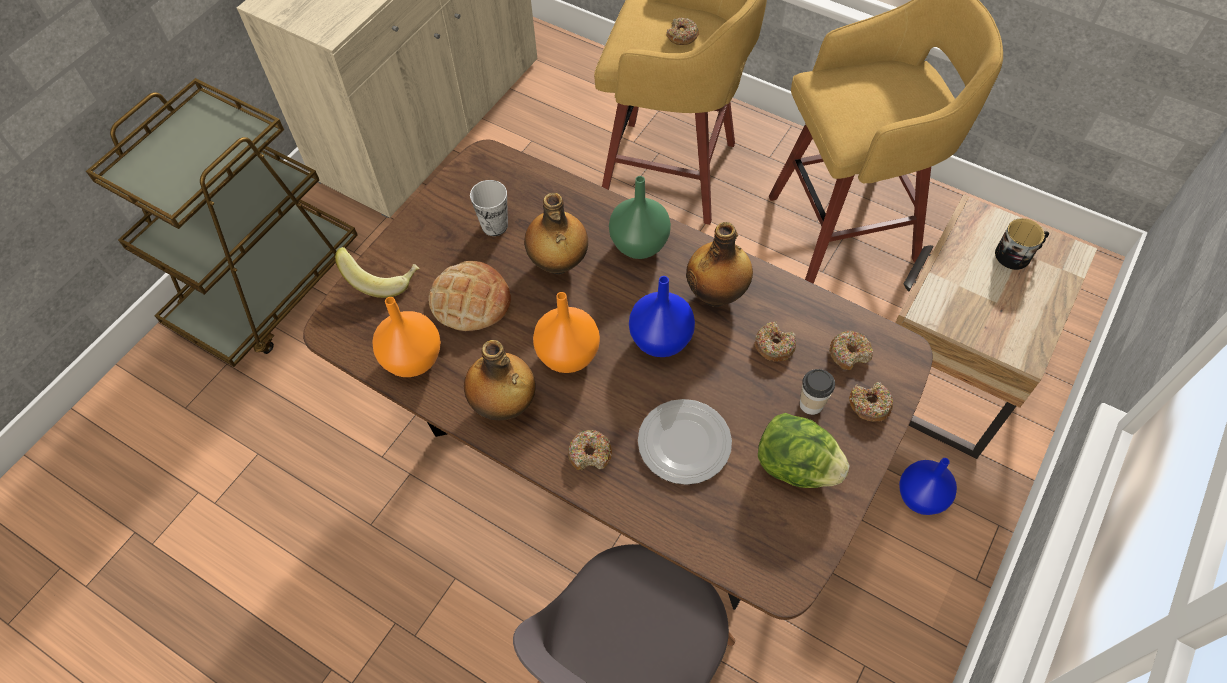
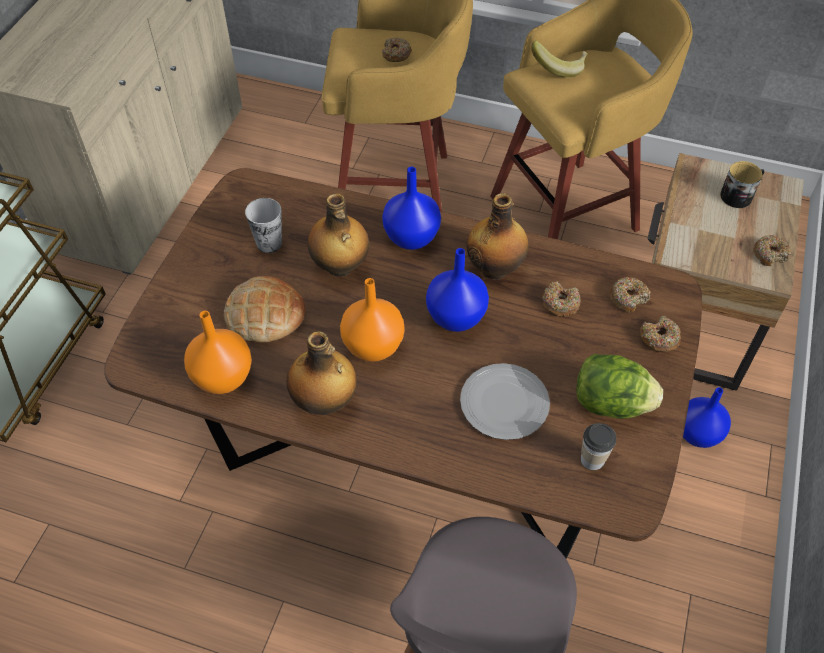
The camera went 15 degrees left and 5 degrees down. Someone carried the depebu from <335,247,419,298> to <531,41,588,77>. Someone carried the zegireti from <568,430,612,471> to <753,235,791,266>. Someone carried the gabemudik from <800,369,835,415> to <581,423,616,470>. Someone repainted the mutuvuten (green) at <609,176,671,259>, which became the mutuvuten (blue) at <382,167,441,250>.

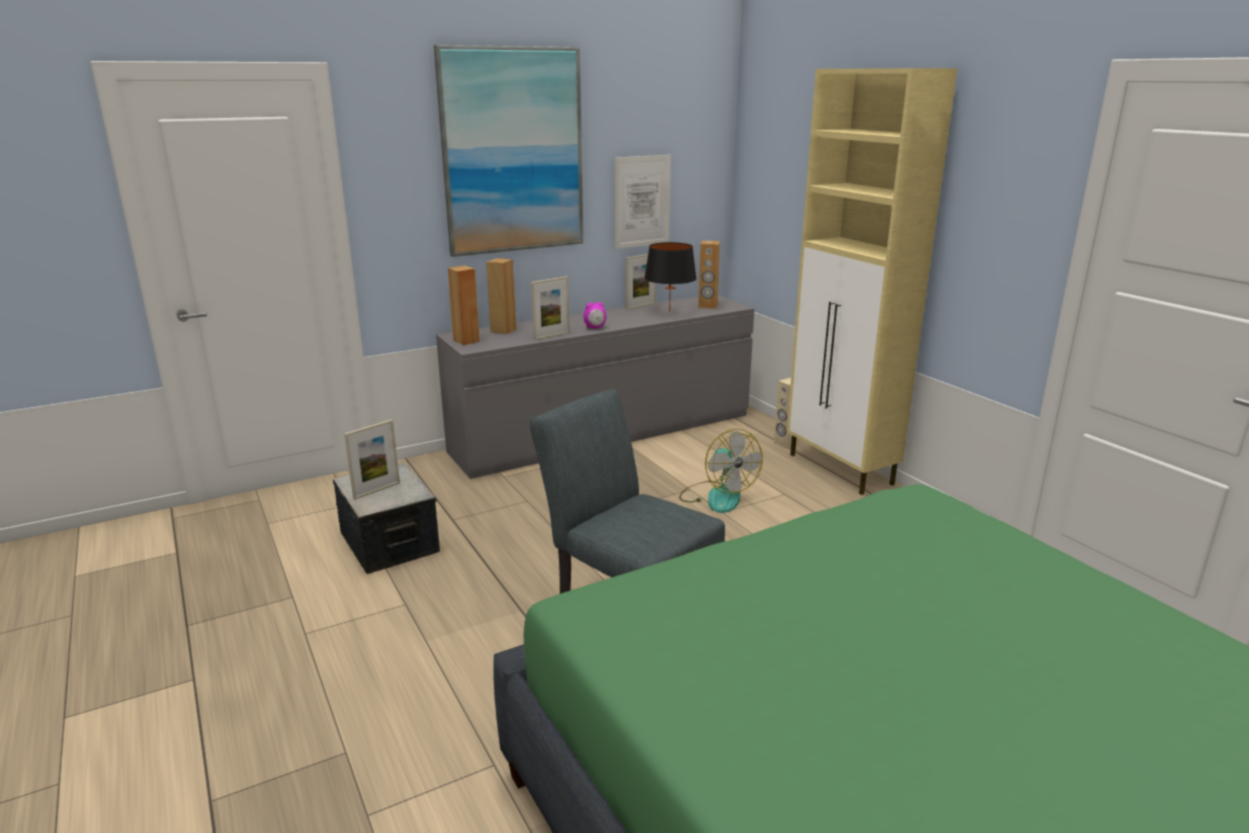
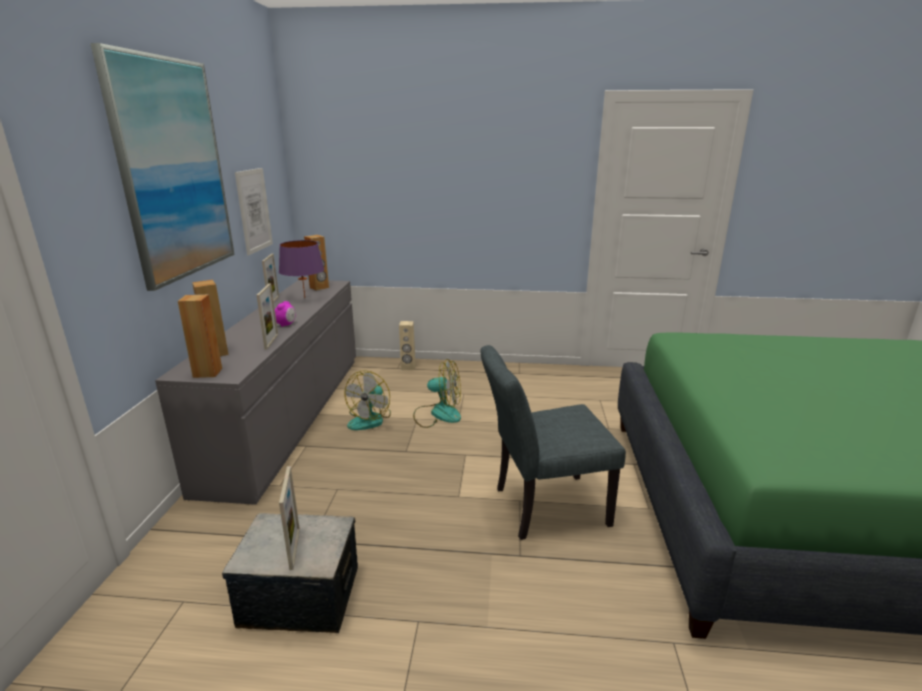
The camera went 55 degrees left and 0 degrees up. Someone took away the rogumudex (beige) at <787,68,957,495>. Someone put down the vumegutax at <344,370,391,430>. Someone repainted the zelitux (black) at <644,242,697,312>, which became the zelitux (purple) at <279,240,324,297>.

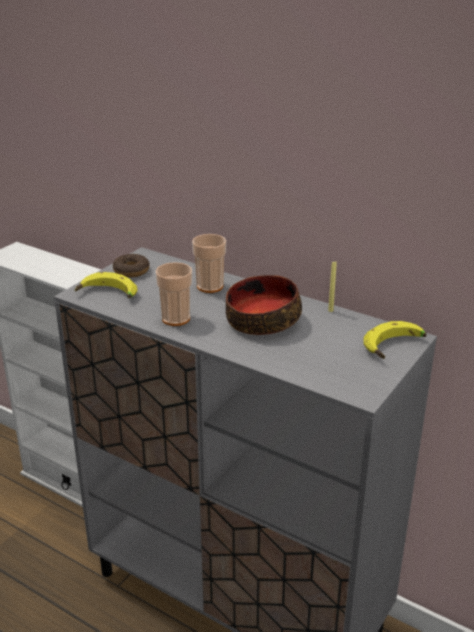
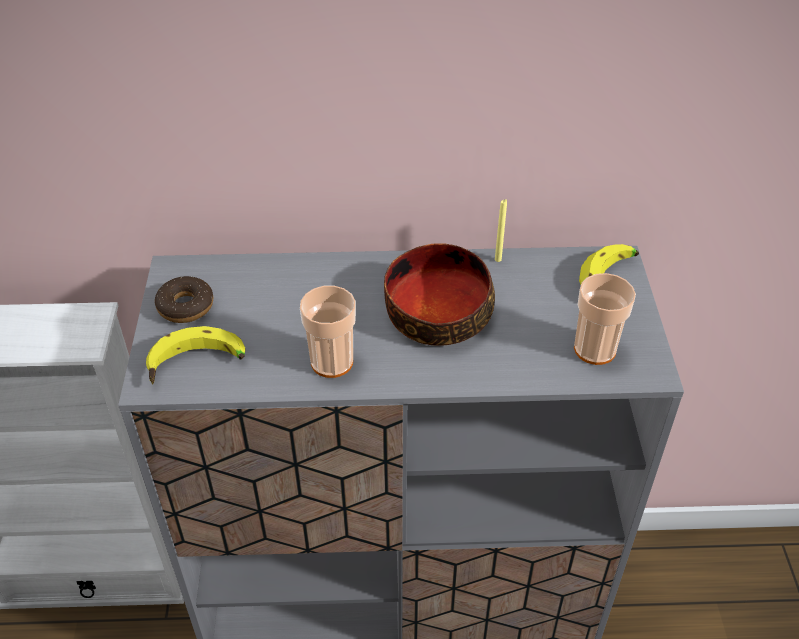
The camera went 35 degrees left and 15 degrees up. Someone carried the gabemudik from <192,234,226,293> to <574,273,636,365>.

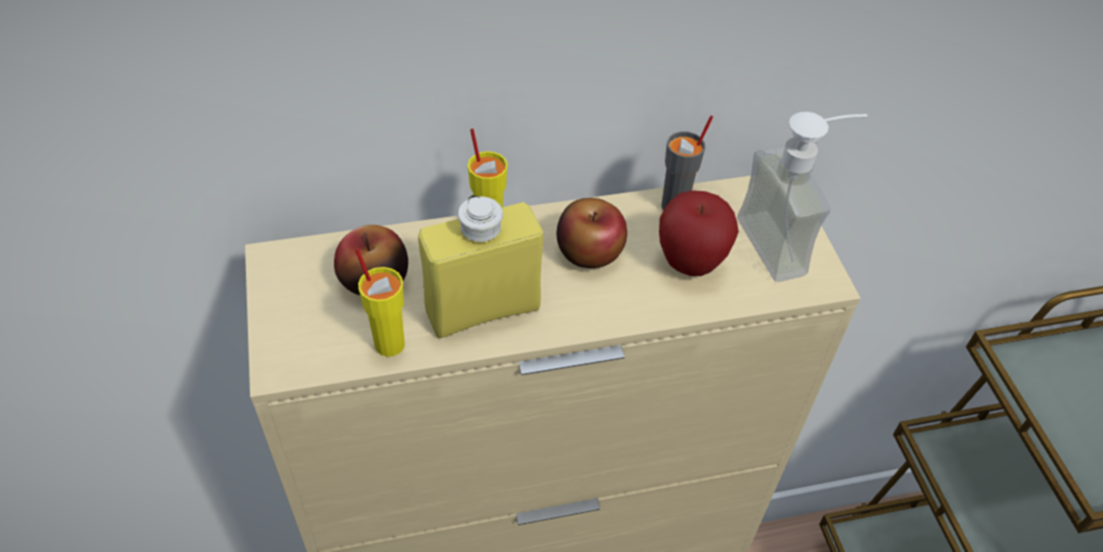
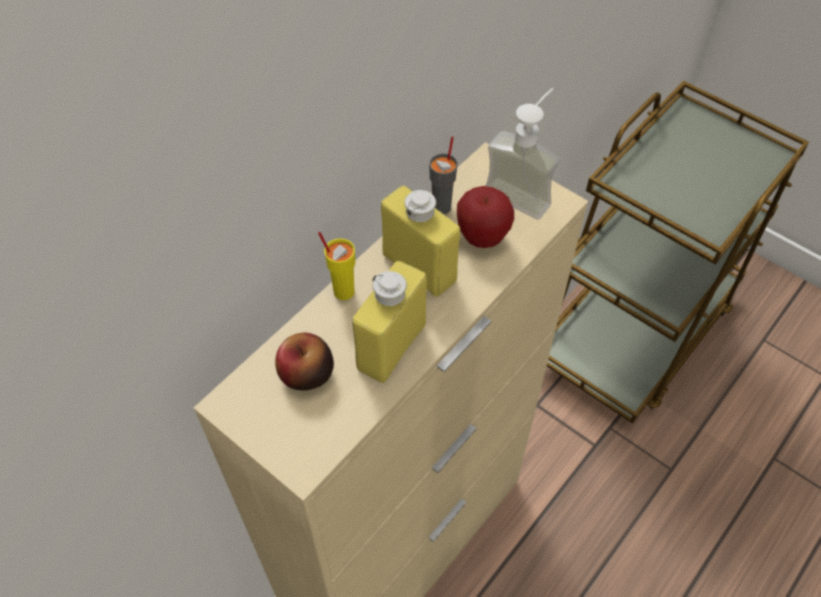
The camera went 35 degrees left and 5 degrees up. Someone took away the gabemudik (yellow) at <355,248,405,357>. Someone swapped the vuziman at <556,198,627,268> for the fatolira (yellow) at <381,186,460,297>.

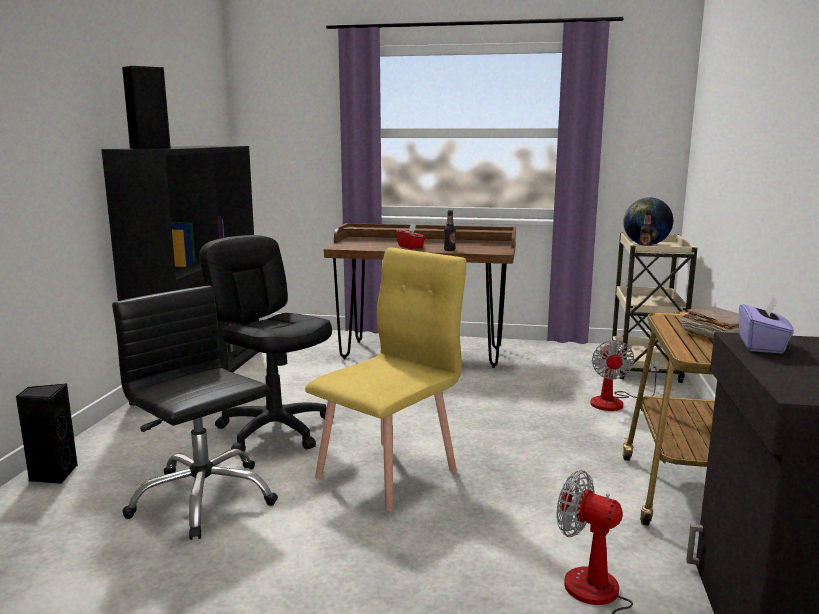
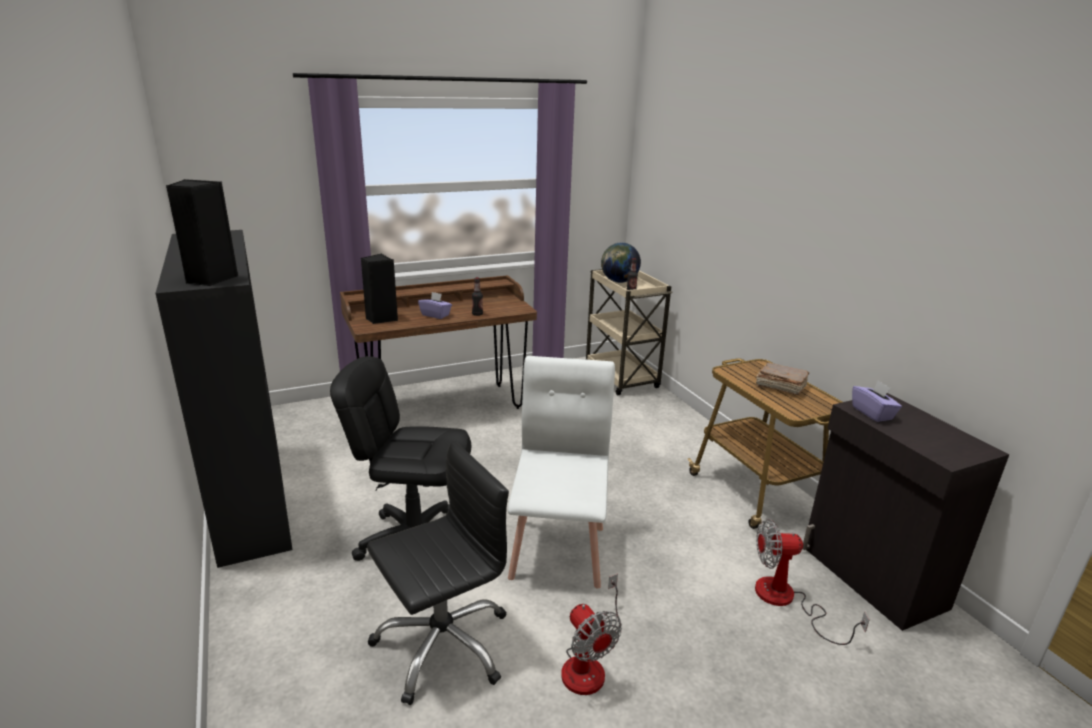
The camera went 35 degrees left and 10 degrees up. Someone carried the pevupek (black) from <15,384,78,484> to <361,254,398,324>. Someone carried the vumegutax from <590,340,660,411> to <561,574,622,695>. Someone repainted the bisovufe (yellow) at <305,247,467,511>, which became the bisovufe (white) at <508,356,615,589>. Someone repainted the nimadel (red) at <396,224,426,249>, which became the nimadel (purple) at <418,292,452,319>. Someone rotated the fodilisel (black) at <112,286,278,540> by 135 degrees clockwise.

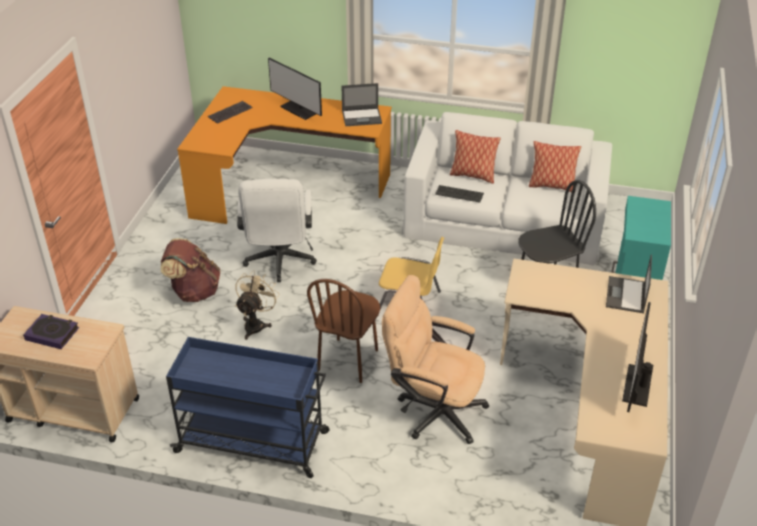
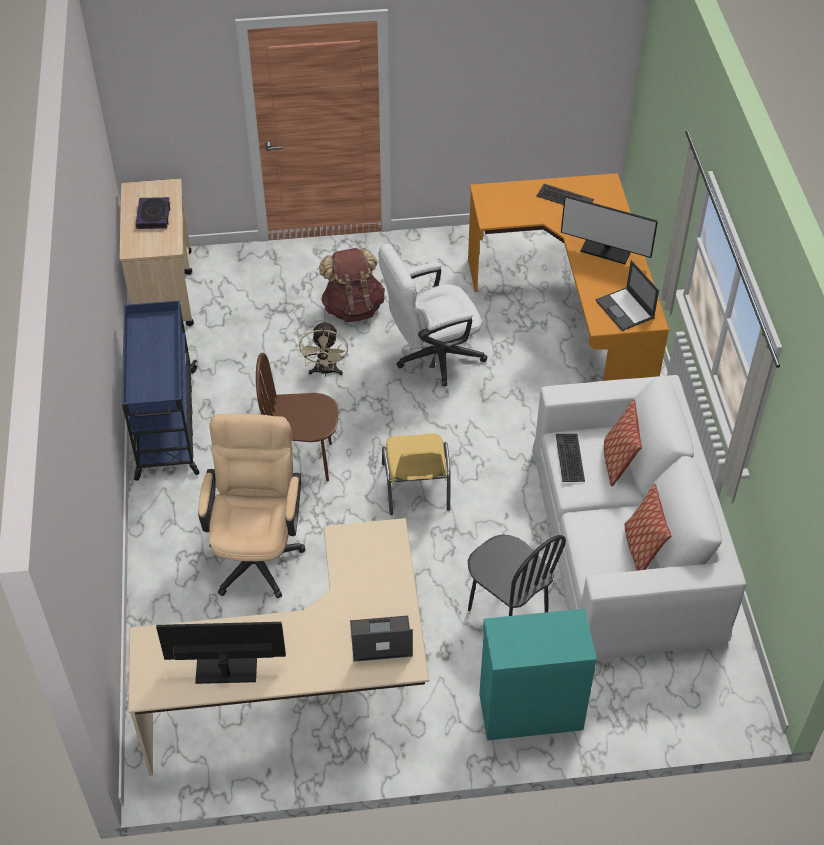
The camera went 70 degrees right and 10 degrees up. Someone rotated the vumegutax (beige) at <235,270,280,340> by 90 degrees clockwise. Someone rotated the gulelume at <268,58,322,120> by 90 degrees counterclockwise.

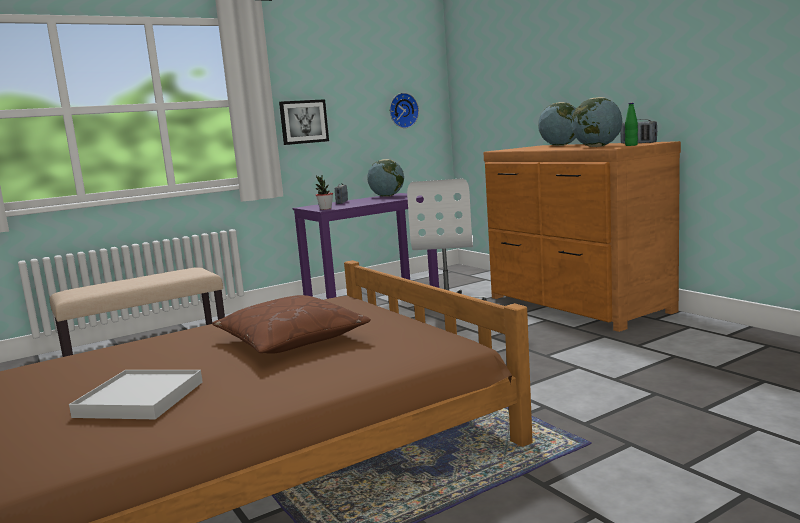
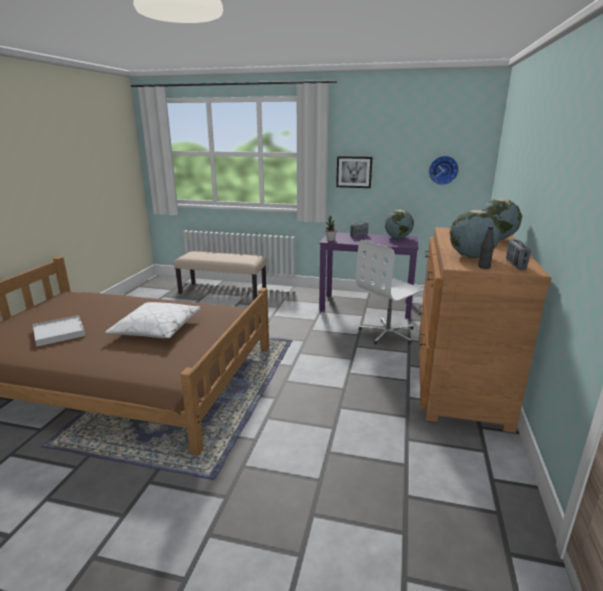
The camera went 45 degrees right and 10 degrees up. Someone repainted the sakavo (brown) at <212,295,371,354>, which became the sakavo (white) at <105,302,202,338>. Someone repainted the fatolira (green) at <625,103,638,146>, which became the fatolira (black) at <478,226,494,269>.

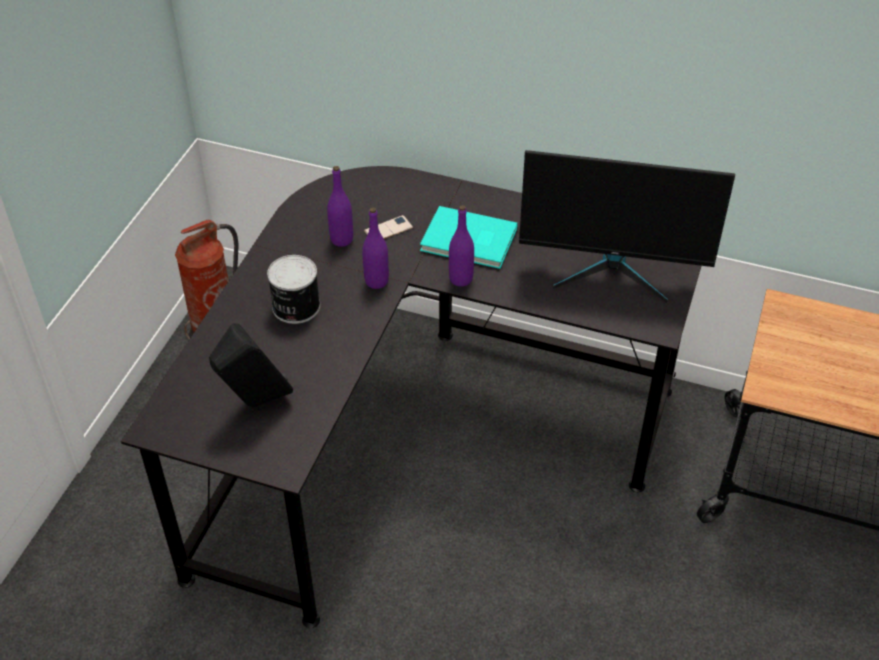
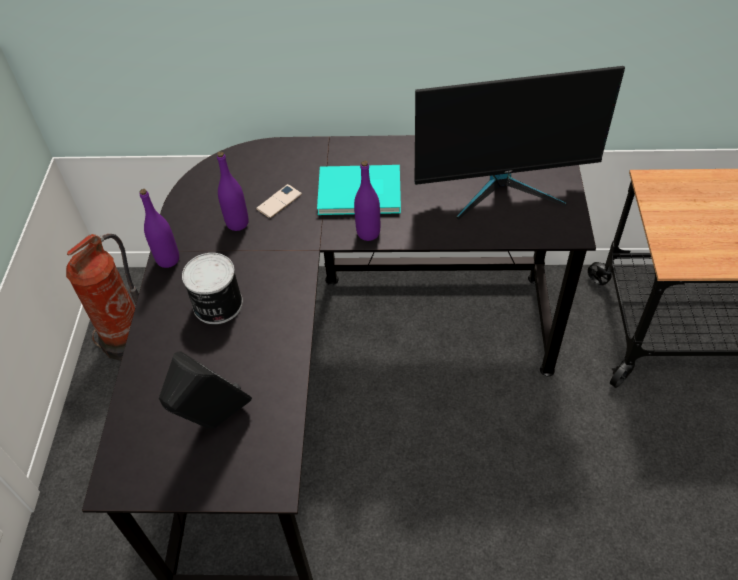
The camera went 15 degrees left and 5 degrees up. Someone carried the fatolira (purple) from <362,207,389,289> to <140,189,179,268>.

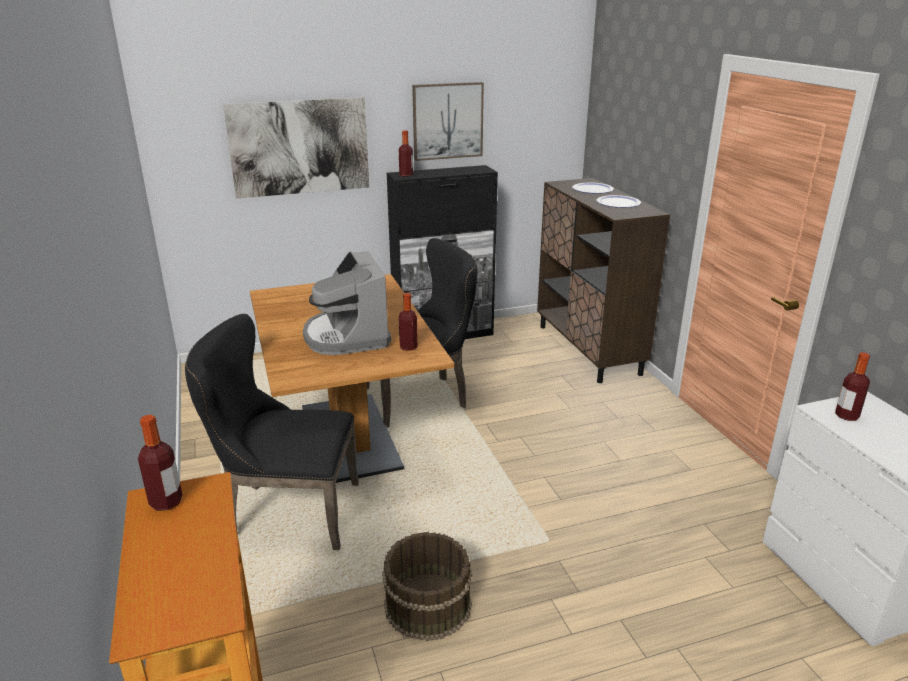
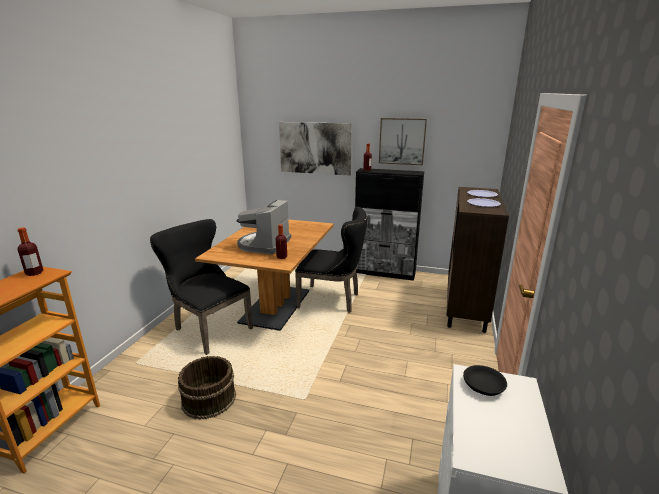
The camera went 35 degrees right and 5 degrees down. Someone swapped the fatolira at <835,352,870,421> for the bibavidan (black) at <463,365,507,396>.

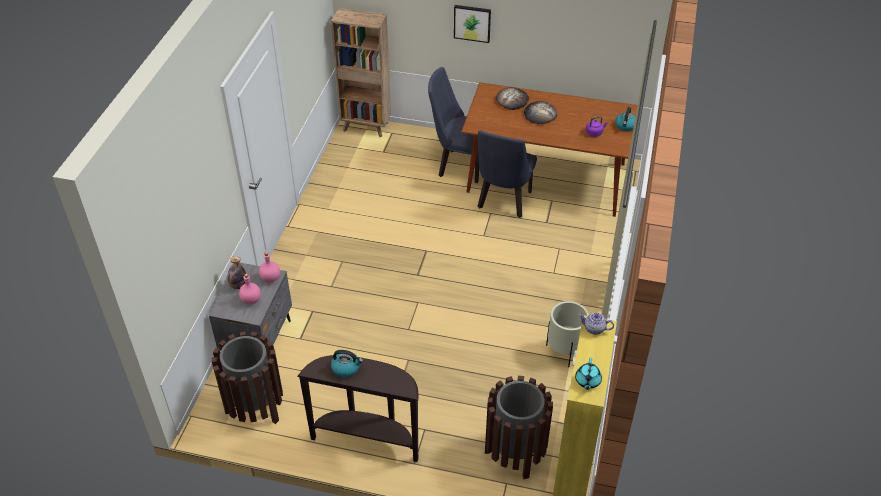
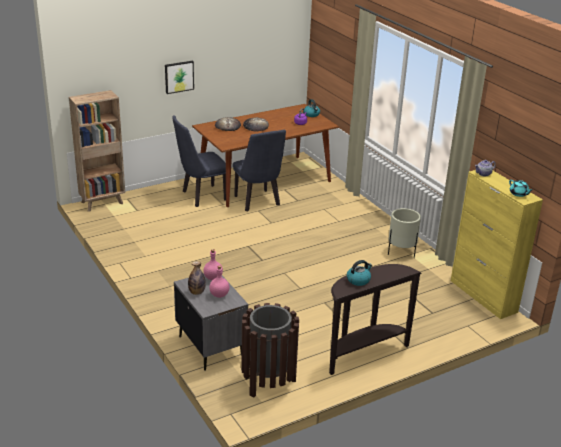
The camera went 45 degrees left and 15 degrees down. Someone took away the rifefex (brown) at <485,376,553,479>.

